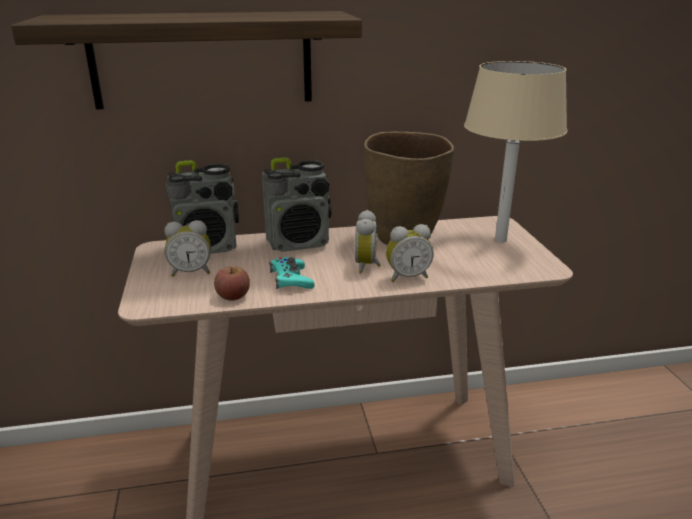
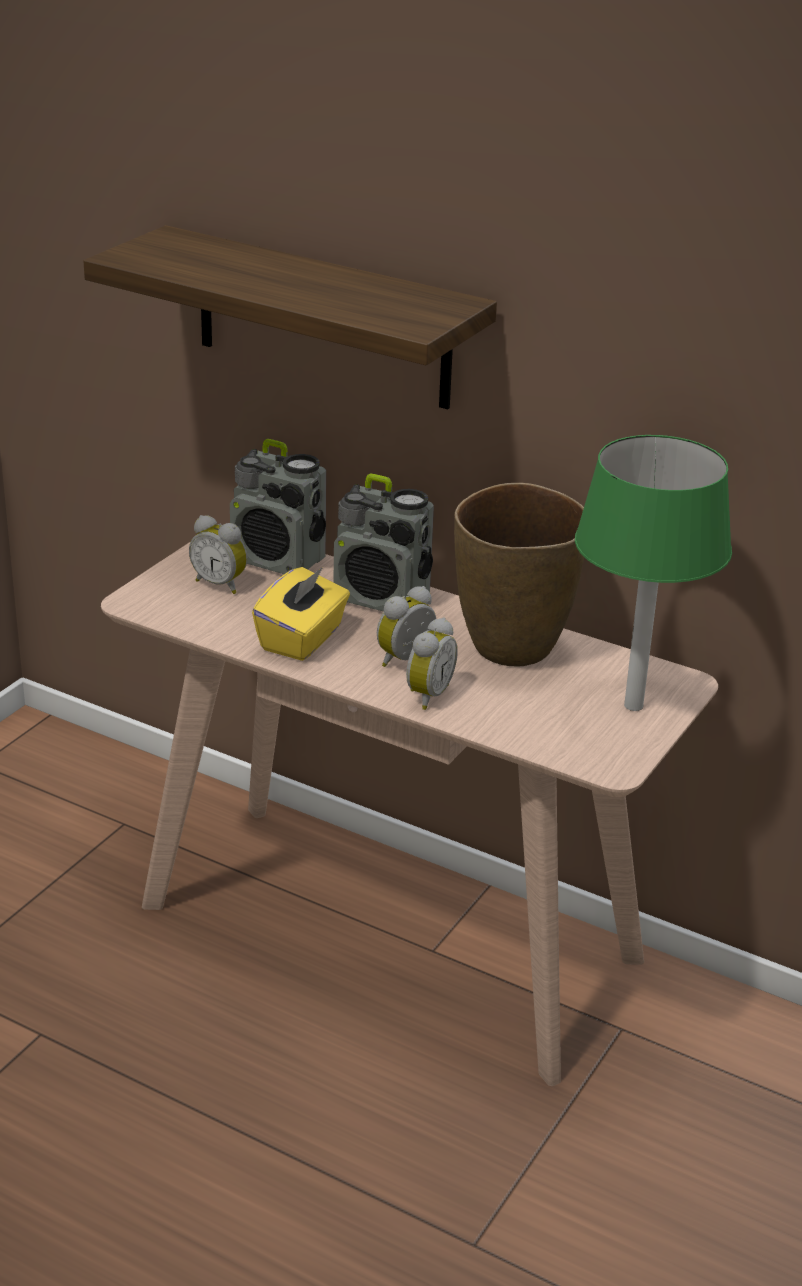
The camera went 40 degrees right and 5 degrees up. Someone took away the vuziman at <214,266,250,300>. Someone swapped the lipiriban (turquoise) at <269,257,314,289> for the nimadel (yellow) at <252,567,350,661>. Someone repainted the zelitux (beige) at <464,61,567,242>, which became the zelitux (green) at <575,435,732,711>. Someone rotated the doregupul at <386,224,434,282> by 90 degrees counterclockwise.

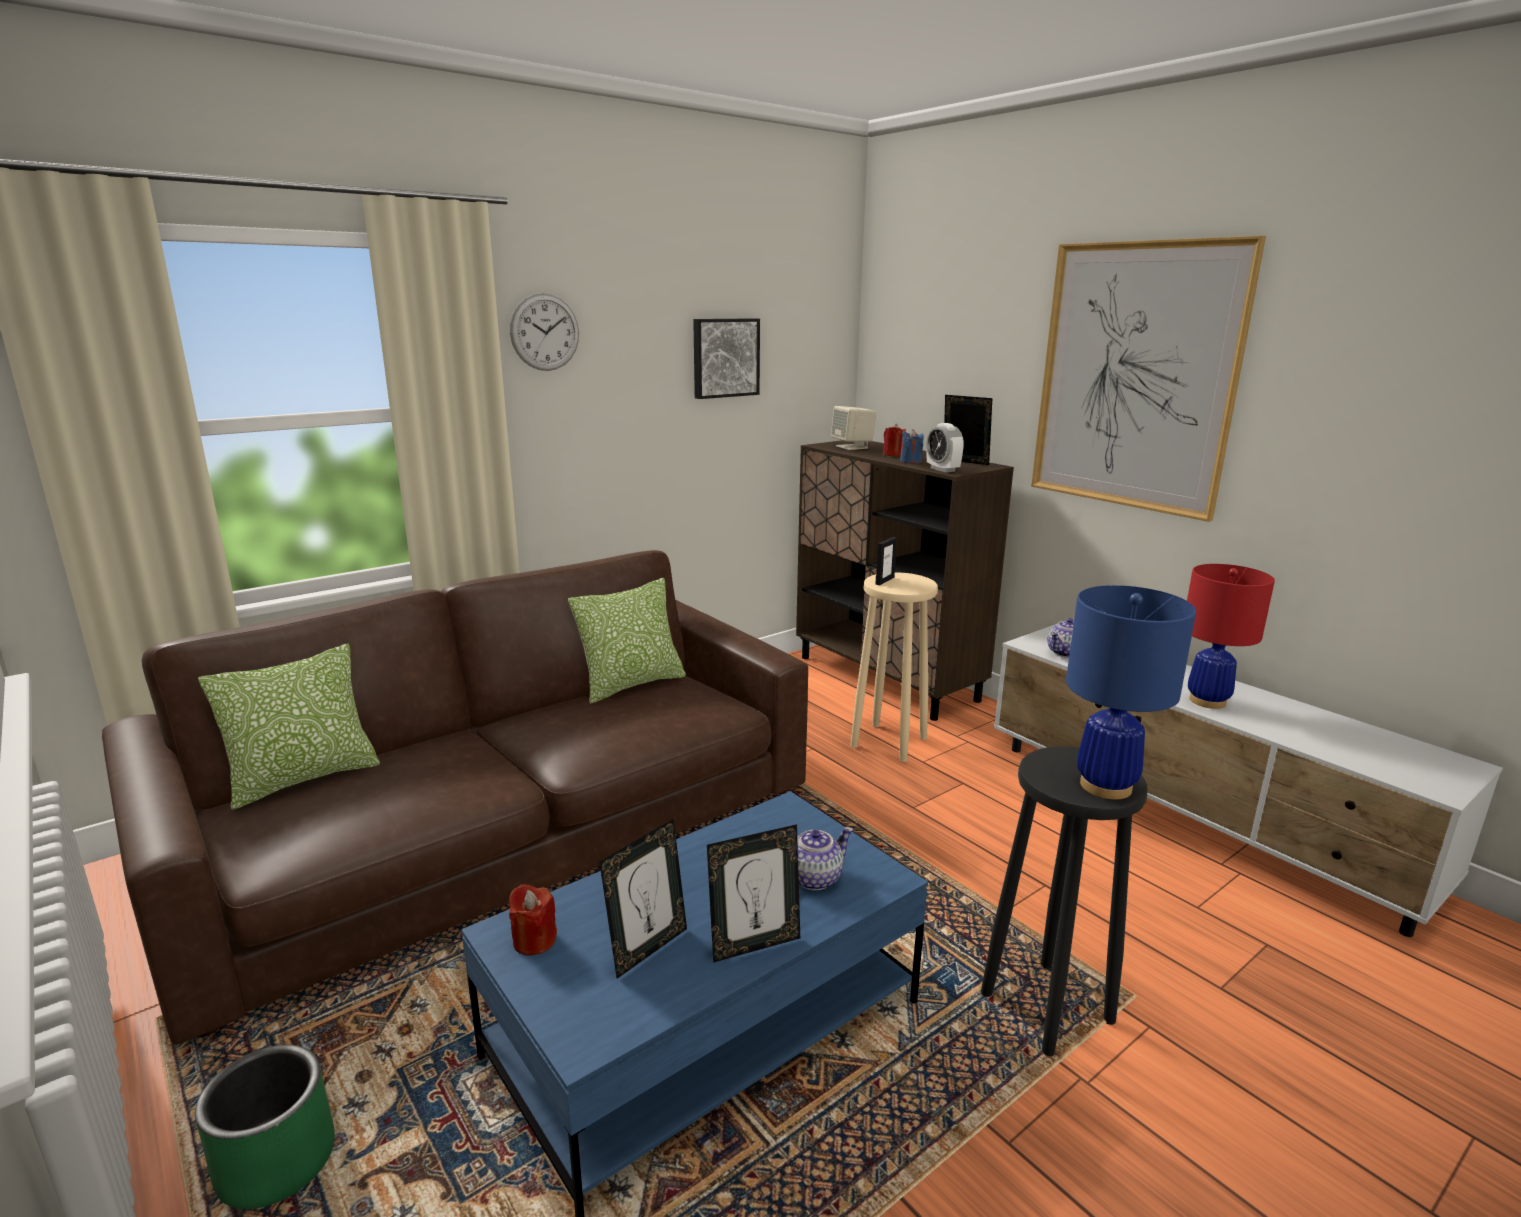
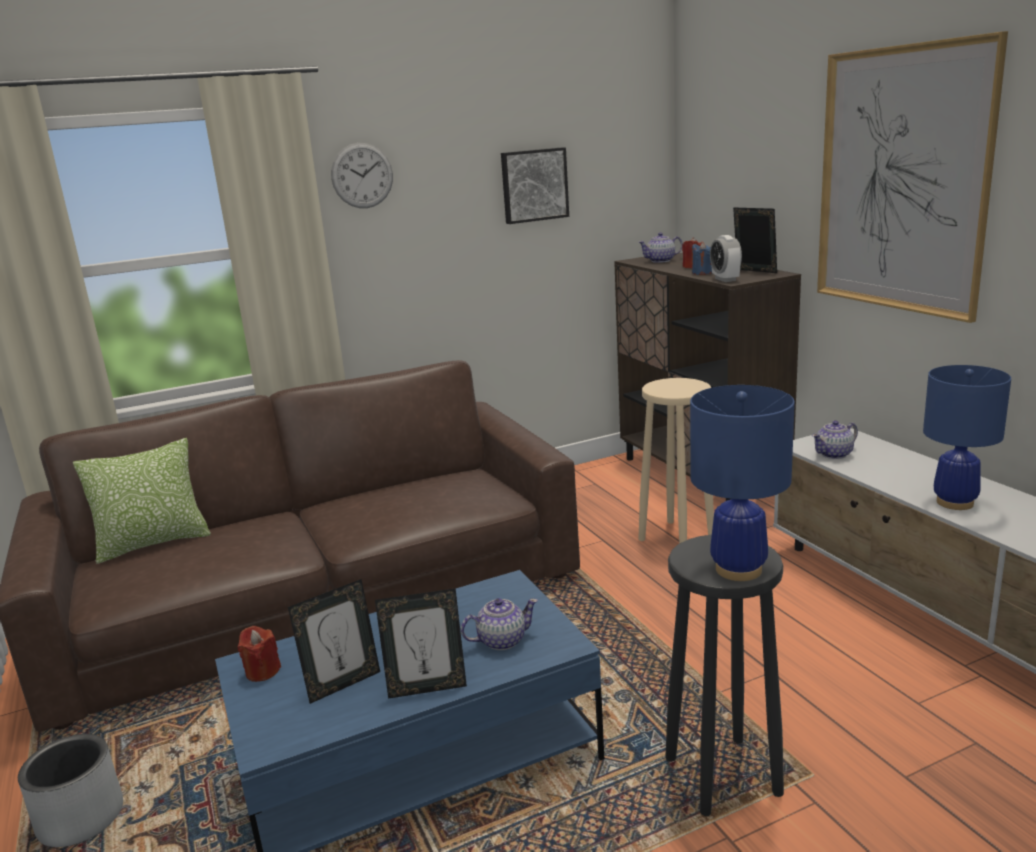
The camera went 15 degrees right and 0 degrees up. Someone took away the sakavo at <568,578,686,704>. Someone took away the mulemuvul at <876,537,897,585>. Someone swapped the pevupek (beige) at <831,406,876,450> for the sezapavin at <638,232,683,263>. Someone repainted the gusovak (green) at <195,1045,335,1209>, which became the gusovak (grey) at <18,734,123,847>. Someone repainted the zelitux (red) at <1187,564,1275,709>, which became the zelitux (blue) at <923,365,1011,510>.

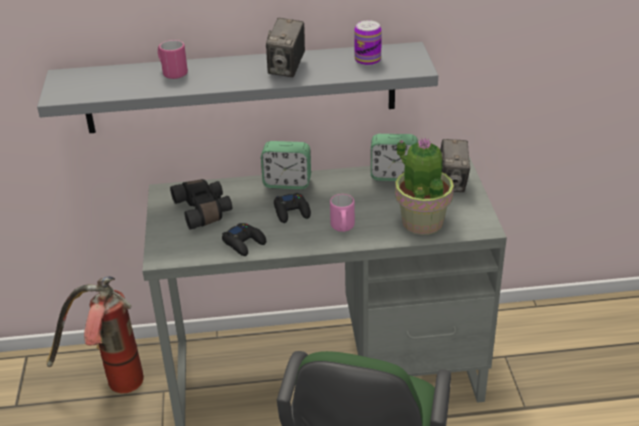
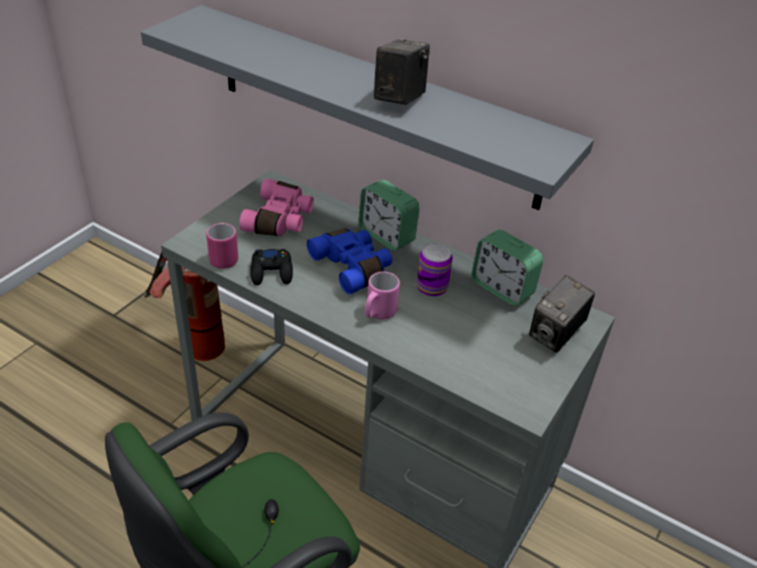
The camera went 35 degrees right and 5 degrees up. Someone took away the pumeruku at <395,137,454,235>. Someone carried the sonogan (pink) from <158,40,188,79> to <206,223,238,269>. Someone carried the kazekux from <354,20,382,66> to <417,243,453,297>. Someone swapped the lipiriban (black) at <274,193,311,223> for the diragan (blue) at <307,228,392,294>. Someone repainted the diragan (black) at <170,179,232,230>, which became the diragan (pink) at <239,179,314,236>. Someone rotated the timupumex at <266,18,305,77> by 150 degrees clockwise.

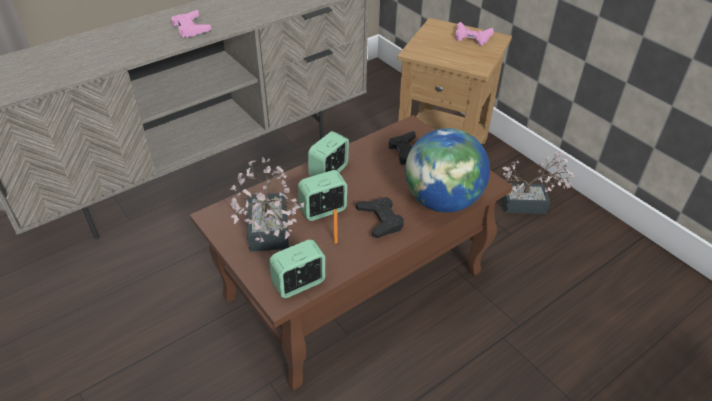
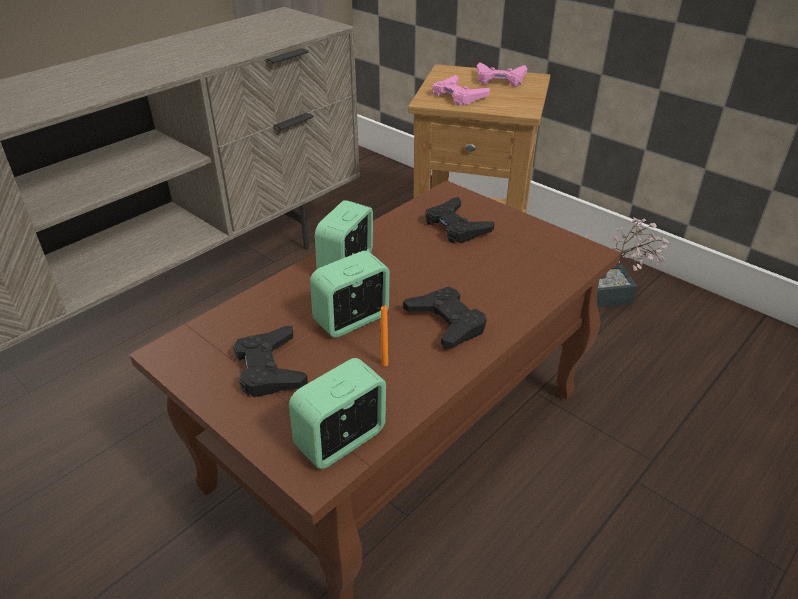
The camera went 10 degrees left and 5 degrees down. Someone took away the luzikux at <405,128,490,213>. Someone carried the lipiriban (pink) from <171,10,211,38> to <432,75,490,106>. Someone swapped the pumeruku at <230,157,304,252> for the lipiriban (black) at <233,326,308,397>.

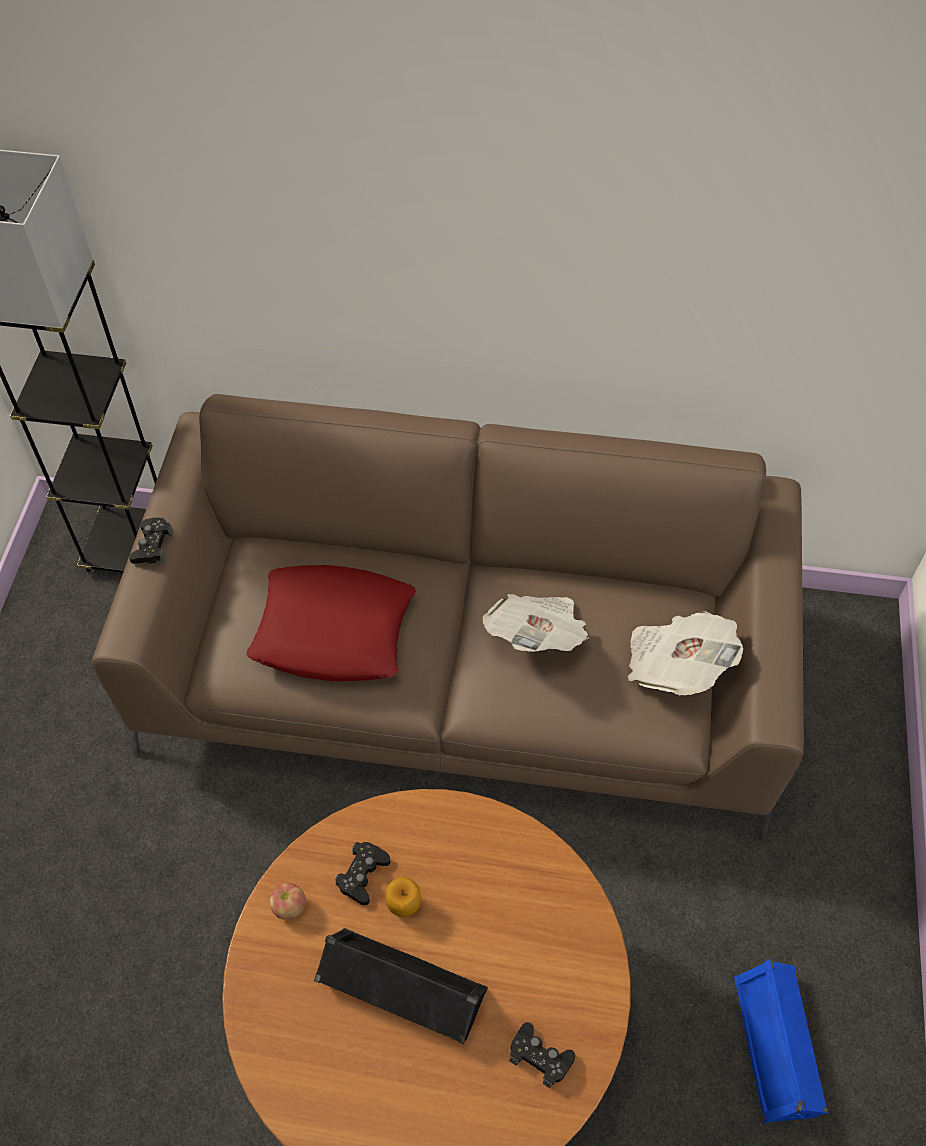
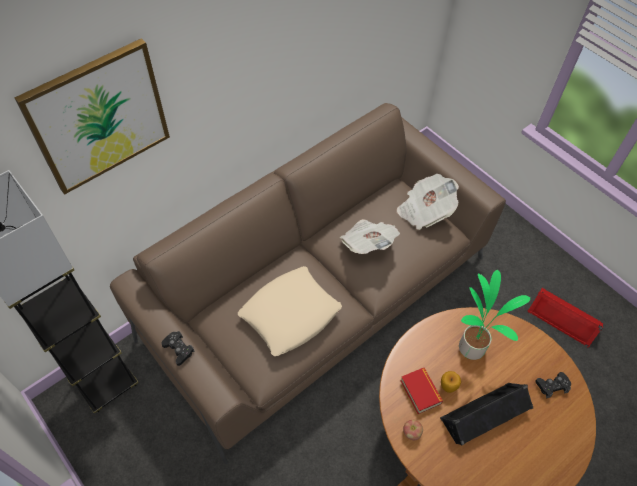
The camera went 50 degrees left and 0 degrees up. Someone put up the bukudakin at <14,38,170,195>. Someone put down the pumeruku at <459,270,530,360>. Someone swapped the lipiriban (black) at <335,842,390,905> for the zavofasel at <400,368,443,414>. Someone repainted the sakavo (red) at <247,565,416,682>, which became the sakavo (beige) at <238,266,342,356>. Someone repainted the pevupek (blue) at <734,959,829,1123>, which became the pevupek (red) at <527,288,604,348>.

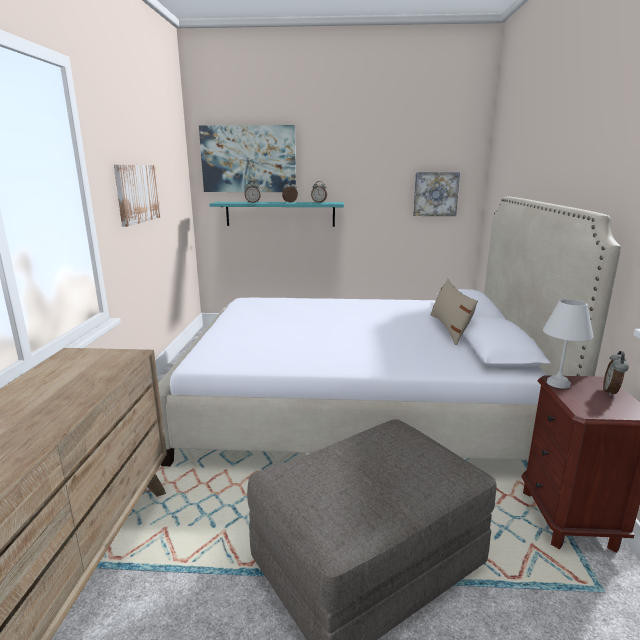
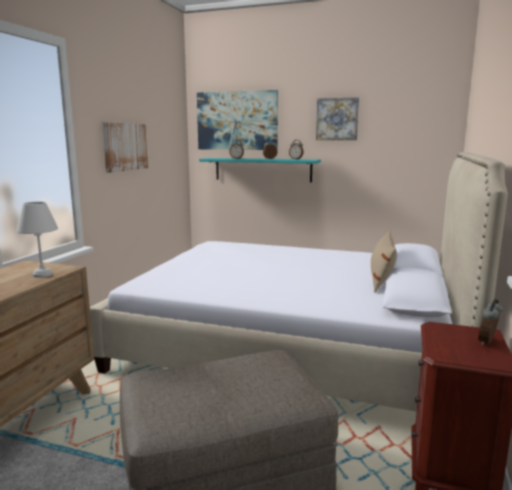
The camera went 15 degrees right and 5 degrees down. Someone carried the bukudakin from <413,172,460,216> to <316,97,359,140>. Someone carried the zelitux (white) from <543,299,594,389> to <16,202,58,278>.

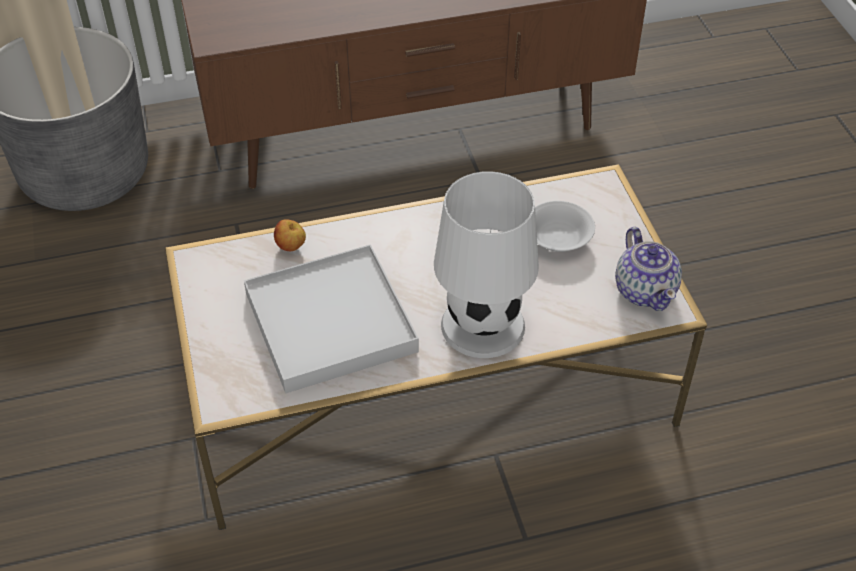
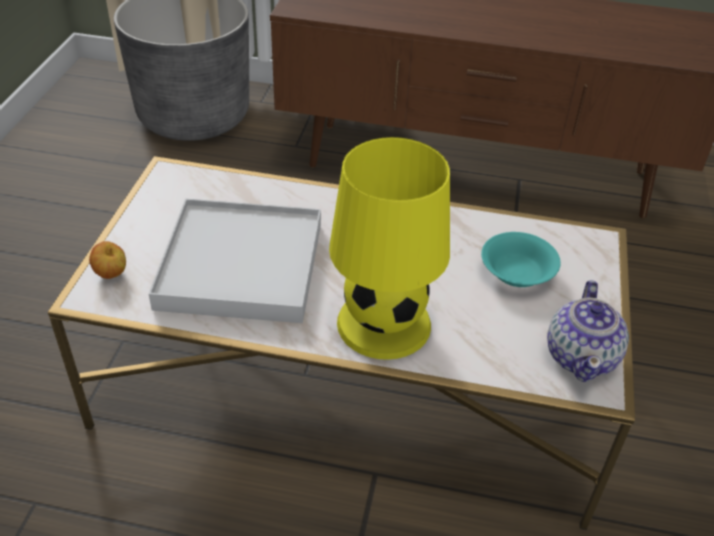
The camera went 25 degrees right and 5 degrees down. Someone carried the vuziman from <274,219,306,251> to <89,241,126,279>. Someone repainted the zelitux (white) at <434,171,539,358>, which became the zelitux (yellow) at <329,137,450,360>. Someone repainted the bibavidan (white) at <535,201,595,252>, which became the bibavidan (turquoise) at <481,232,561,287>.

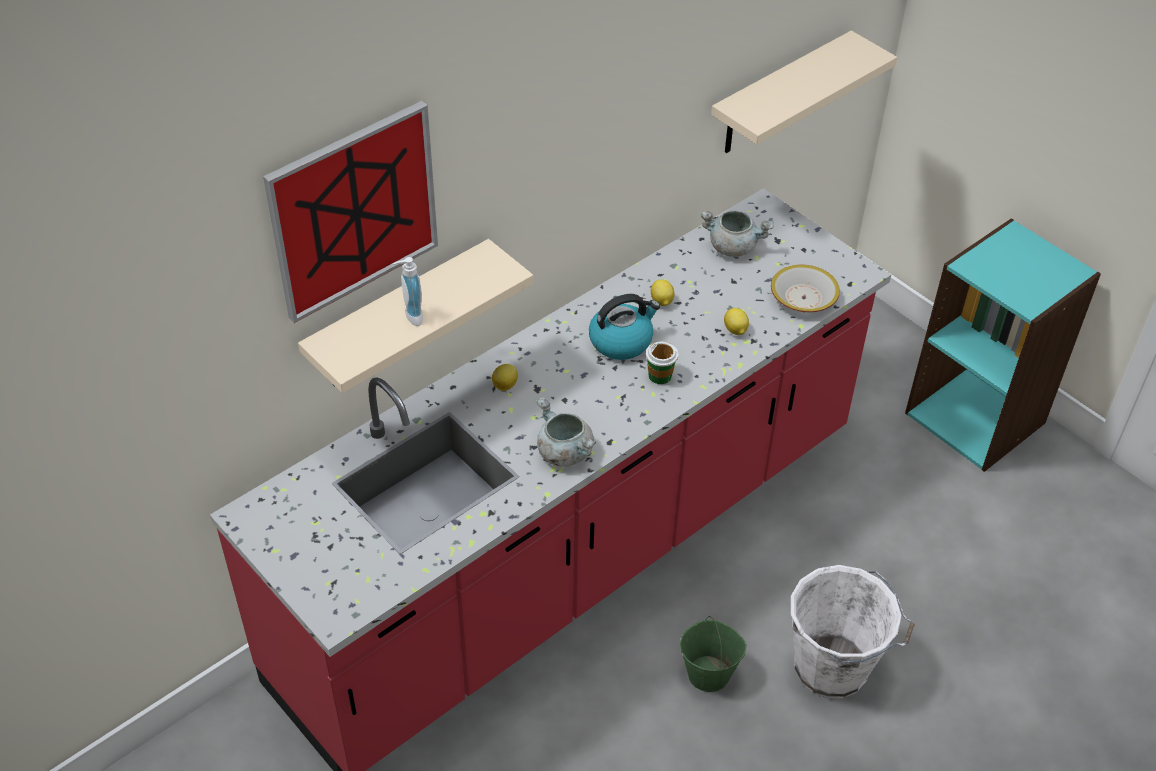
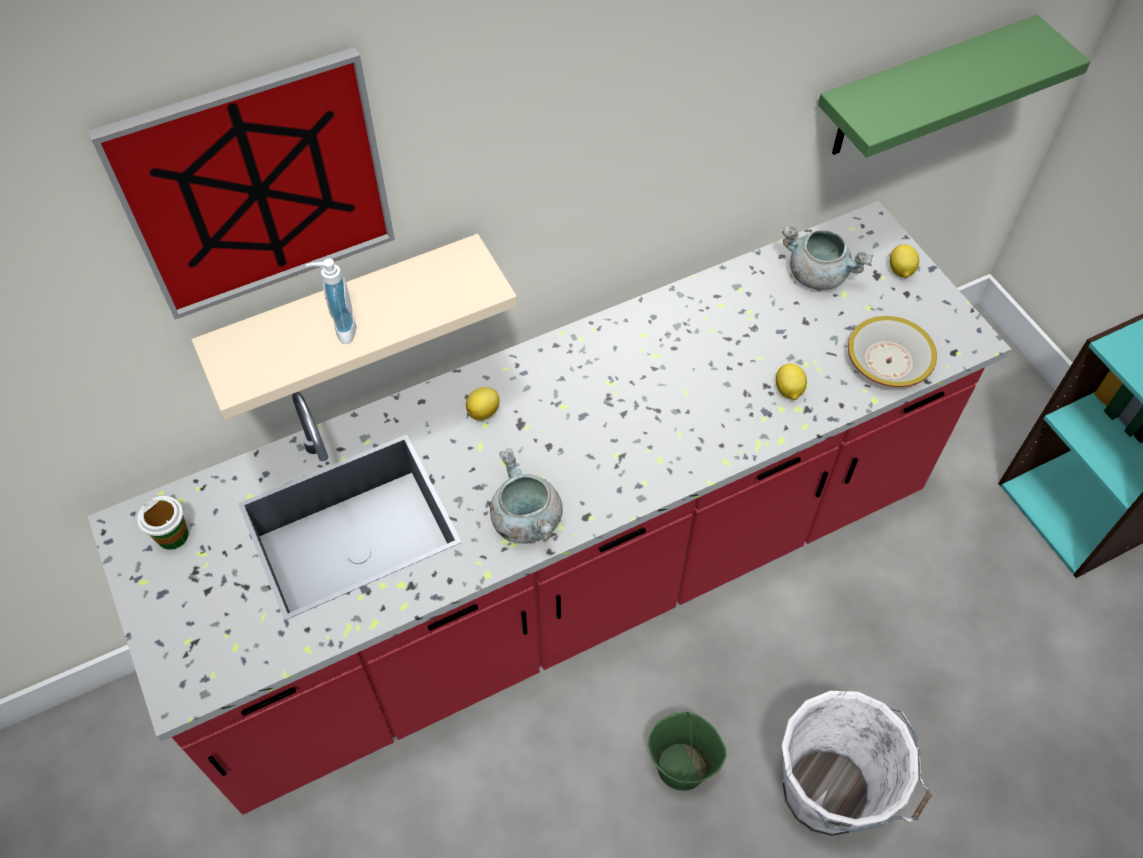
The camera went 15 degrees right and 10 degrees up. Someone took away the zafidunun at <589,294,660,360>. Someone carried the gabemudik from <646,342,678,384> to <137,496,189,550>. Someone carried the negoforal from <651,280,674,306> to <890,244,919,278>. Someone repainted the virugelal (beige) at <711,31,897,153>, which became the virugelal (green) at <818,15,1091,158>.

